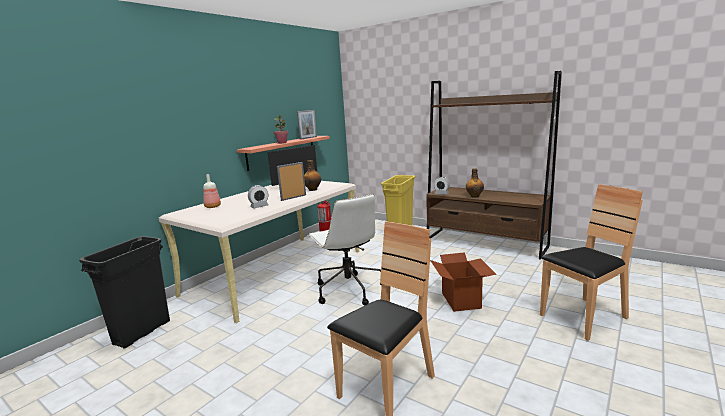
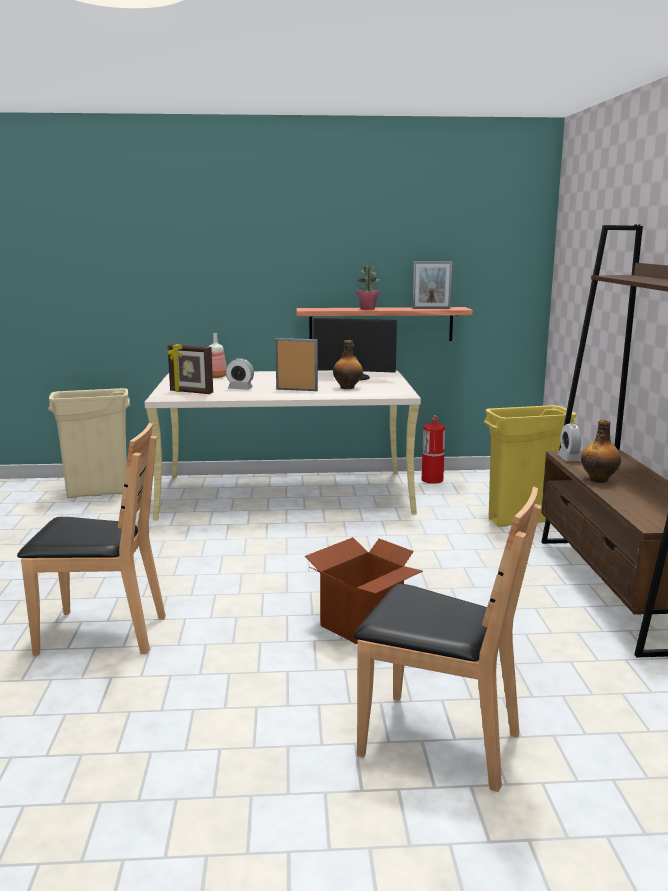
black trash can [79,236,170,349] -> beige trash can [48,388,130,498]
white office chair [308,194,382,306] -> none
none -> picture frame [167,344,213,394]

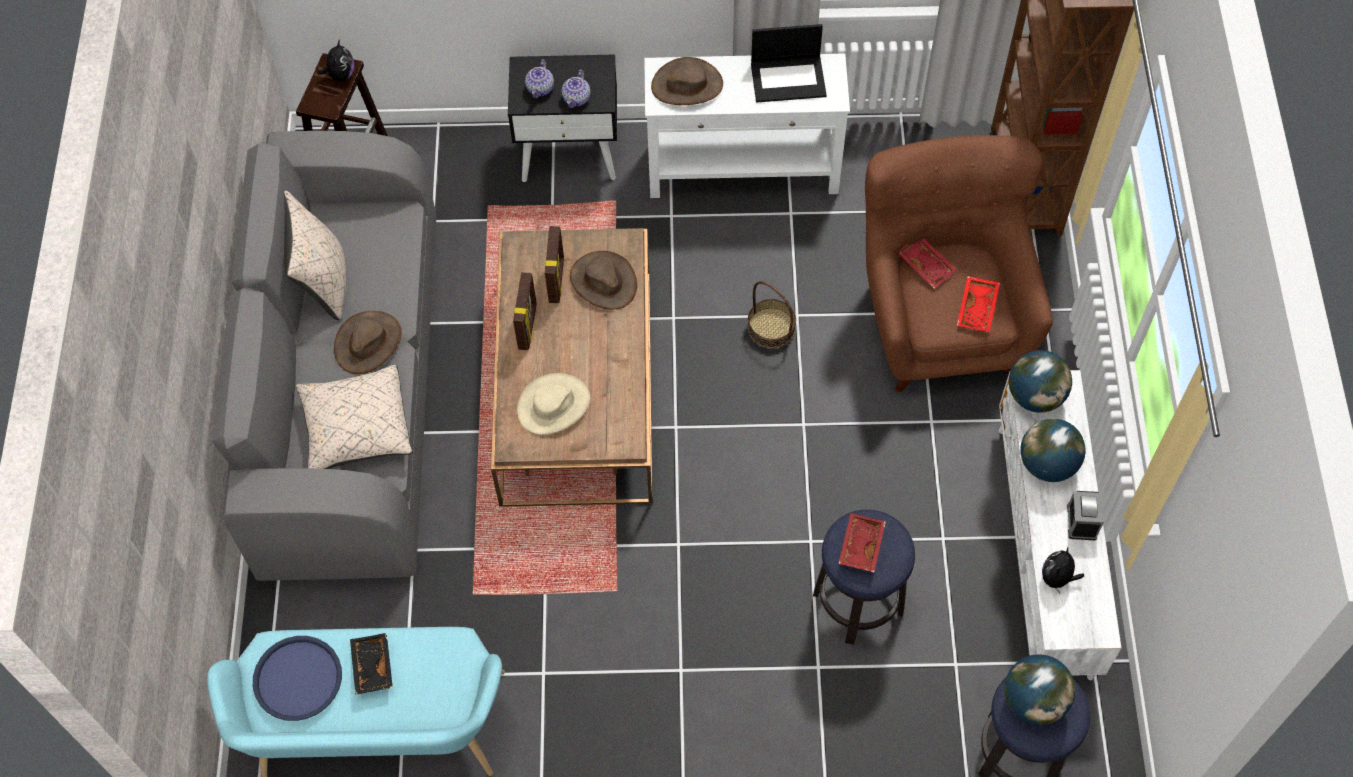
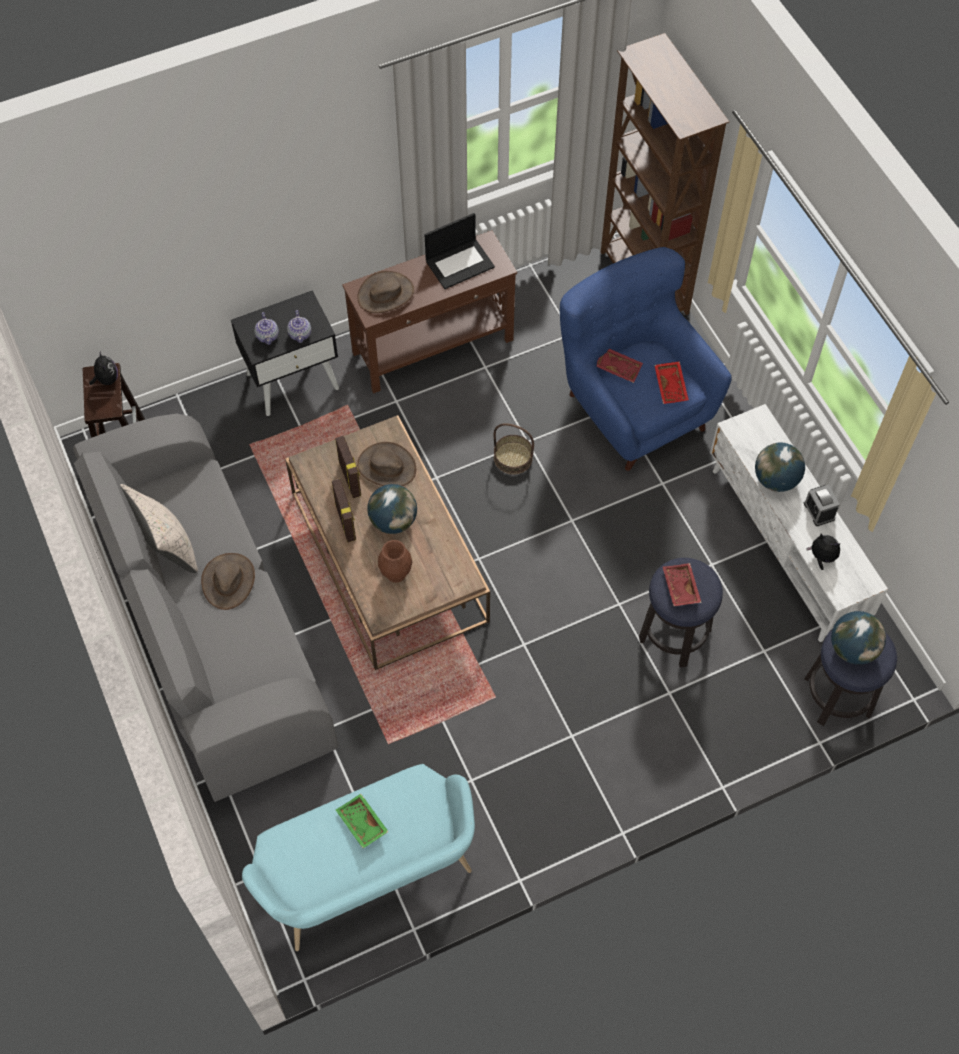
blue tray [253,636,342,721] -> none
beige pillow [296,365,412,469] -> none
black tray [350,633,393,695] -> green tray [336,794,389,848]
beige hat [517,373,591,435] -> brown vase [378,540,412,583]
white console table [644,53,850,198] -> brown console table [342,230,517,394]
brown armchair [865,135,1053,392] -> blue armchair [560,247,732,471]
globe [1009,350,1072,413] -> globe [367,484,417,534], relocated
plush toy [1042,547,1084,594] -> plush toy [806,533,840,570], 120 degrees clockwise

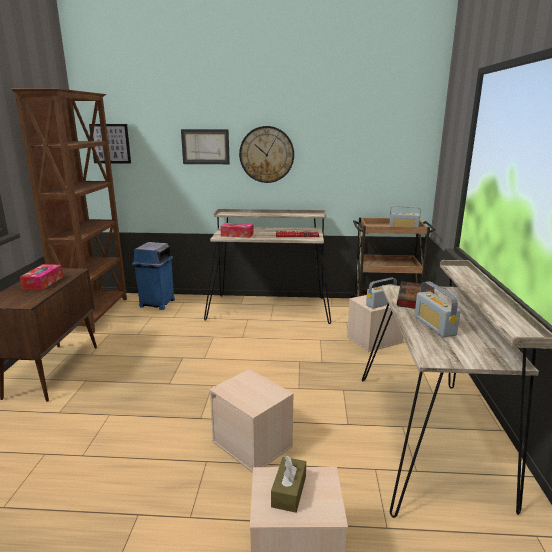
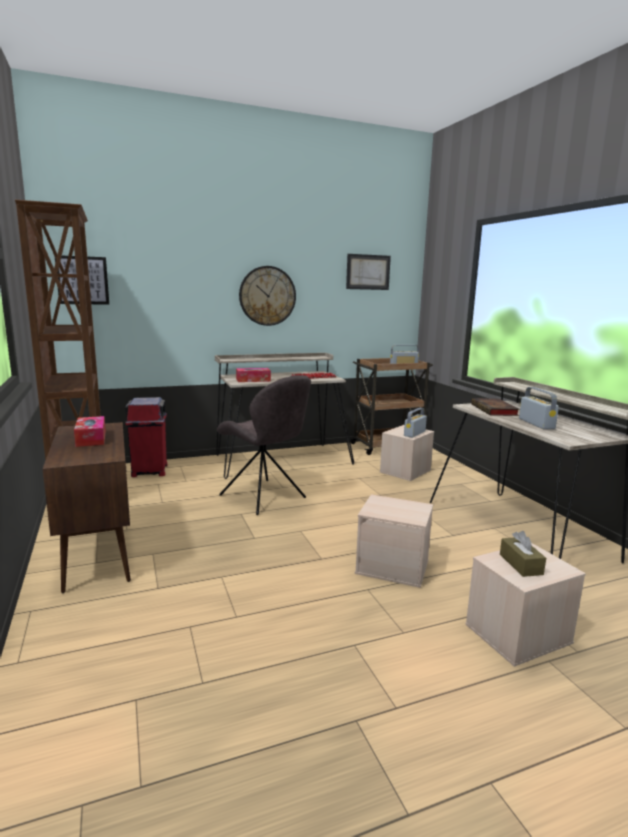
blue trash can [132,242,175,310] -> red trash can [125,397,168,477]
picture [181,129,230,164] -> picture [346,254,391,290], relocated
radio [415,281,461,337] -> radio [519,387,559,429], 150 degrees counterclockwise
none -> grey chair [217,375,311,515]

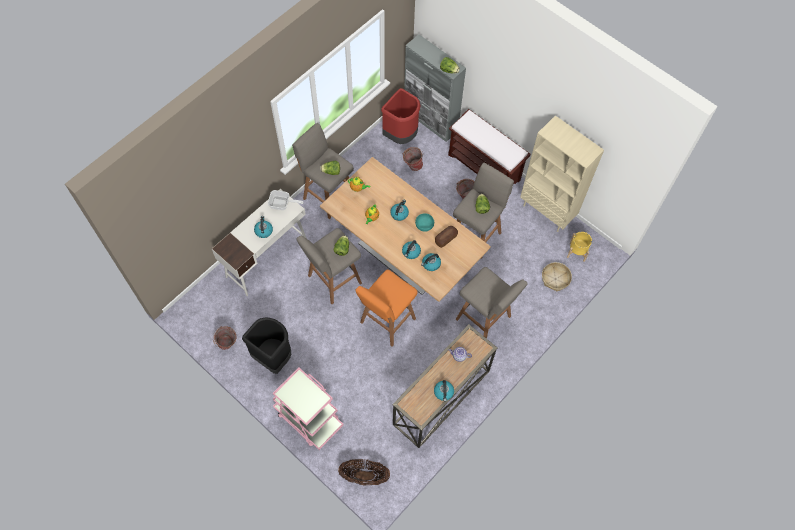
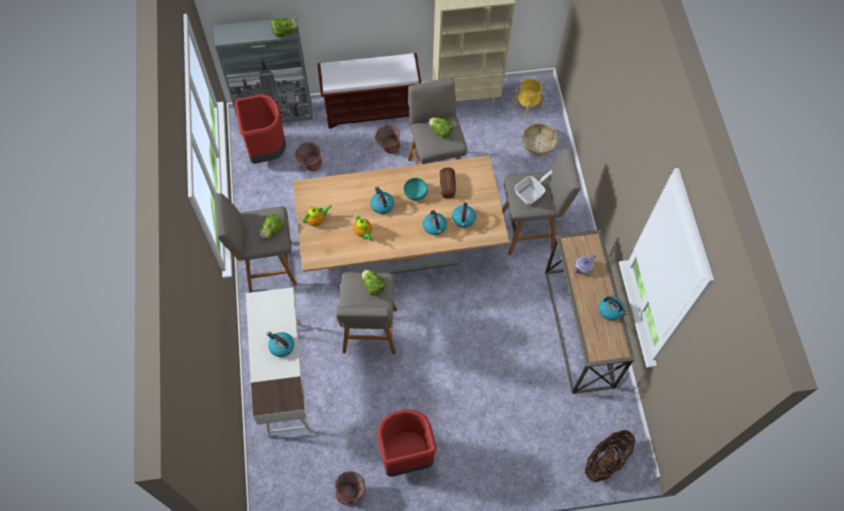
black trash can [242,317,291,374] -> red trash can [377,410,437,477]
frying pan [268,190,303,210] -> frying pan [515,170,552,205], relocated
pink cart [273,368,344,450] -> none
orange stool [356,270,418,347] -> none

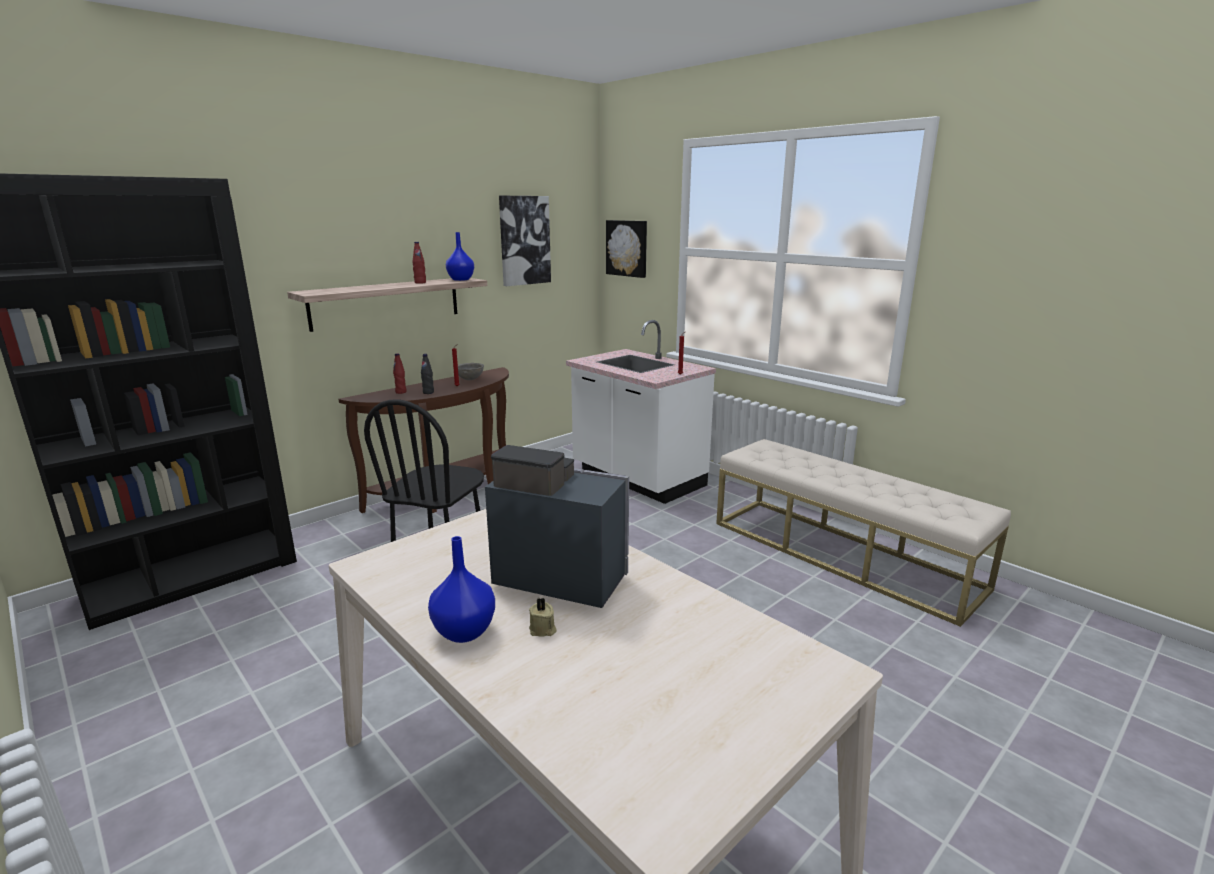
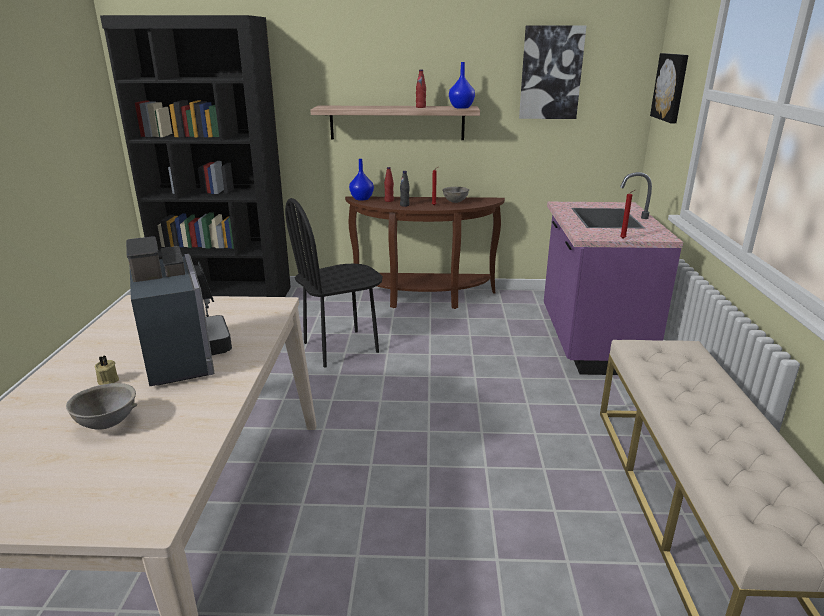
blue vase [428,536,495,643] -> blue vase [349,159,374,201], relocated
white counter [566,320,716,504] -> purple counter [544,172,683,375]
none -> grey bowl [66,383,137,430]

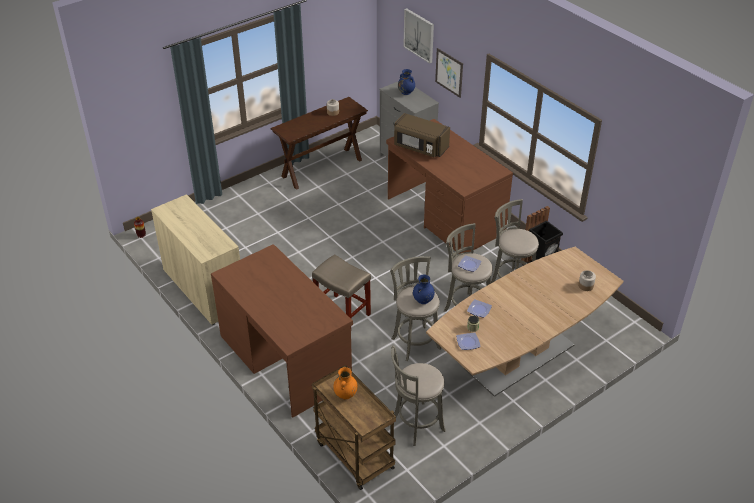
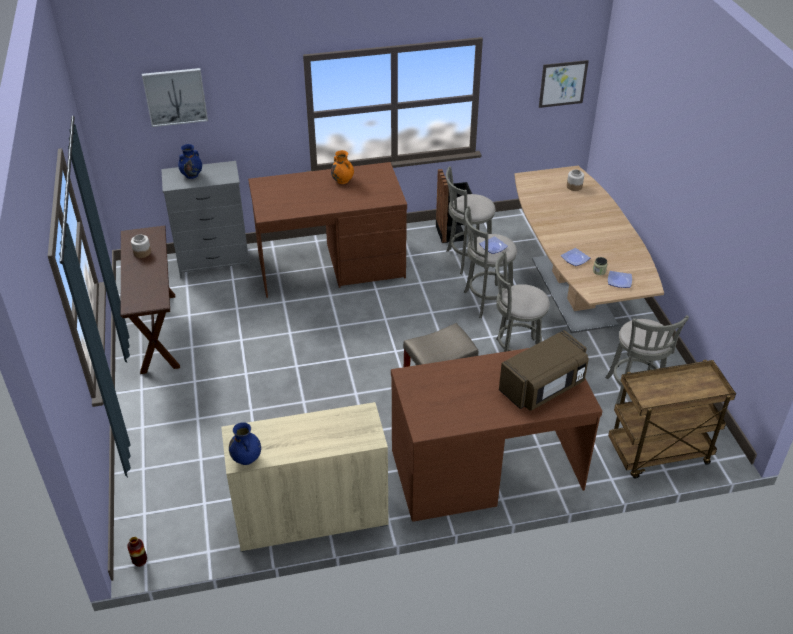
orange vase [333,367,358,399] -> orange vase [331,150,354,184], relocated
brown microwave [394,113,450,158] -> brown microwave [499,330,589,411], relocated
blue vase [413,274,435,304] -> blue vase [229,422,261,465], relocated
picture [435,48,463,98] -> picture [539,60,589,108], relocated

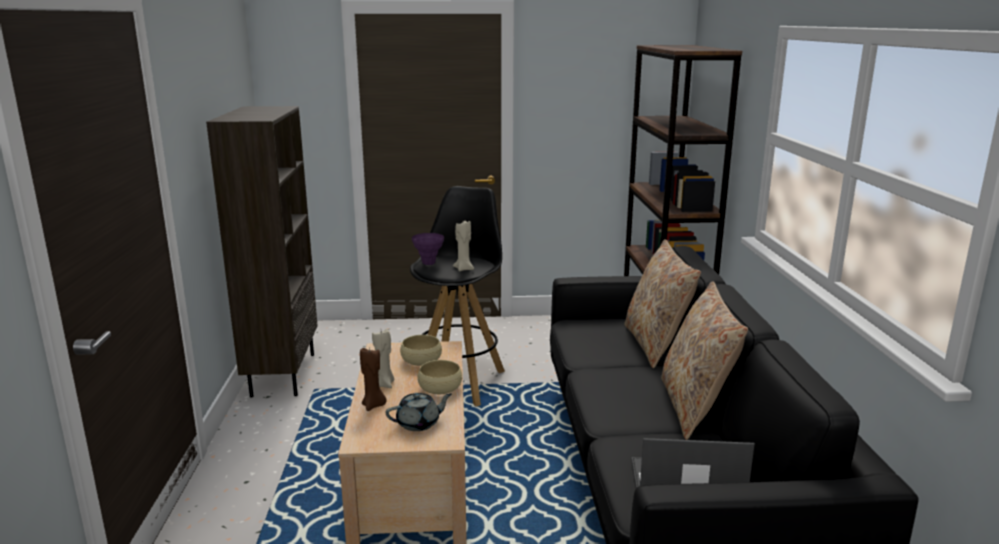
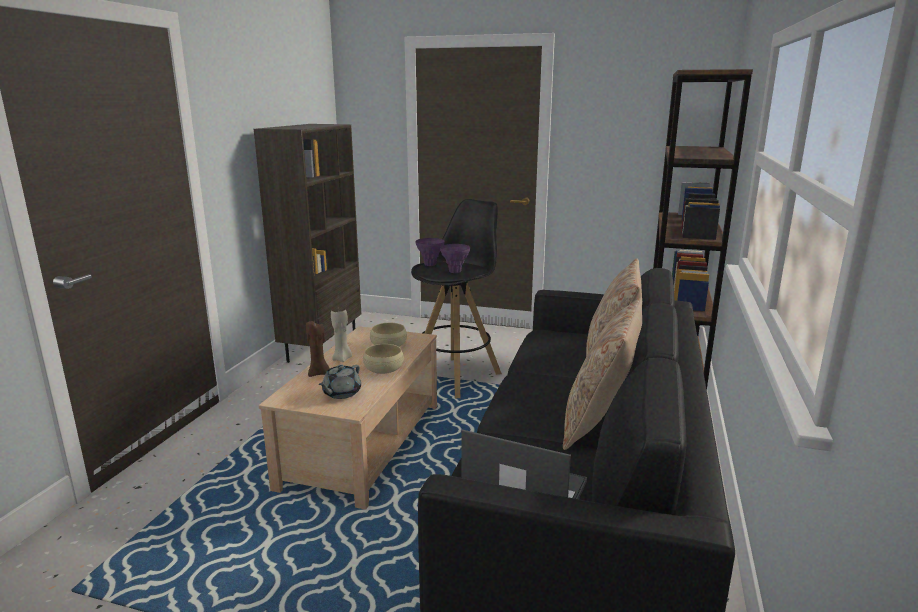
grey teapot [385,393,452,431] -> grey teapot [319,365,361,399], 120 degrees clockwise
beige candle [453,221,474,271] -> purple vase [440,244,470,273]

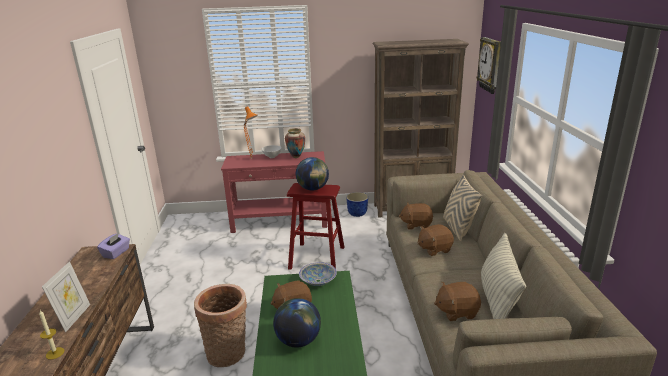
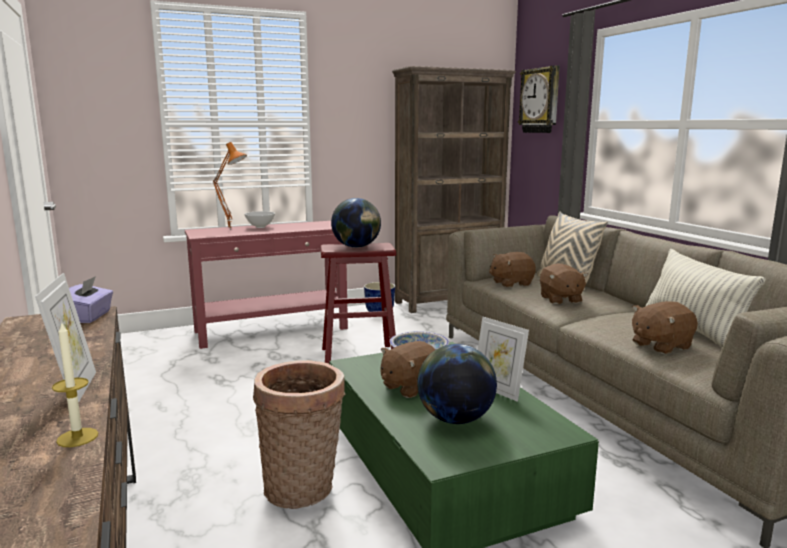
vase [285,128,305,158] -> none
brown plush toy [417,224,454,256] -> brown plush toy [540,263,588,304], 60 degrees counterclockwise
none -> picture frame [478,316,529,402]

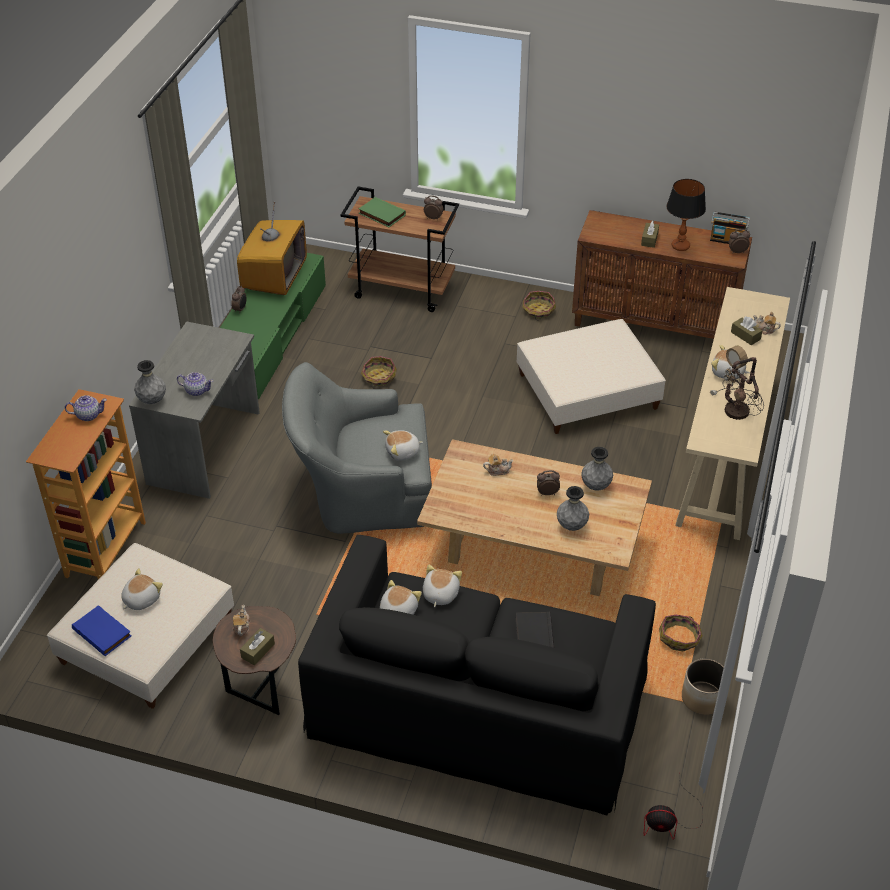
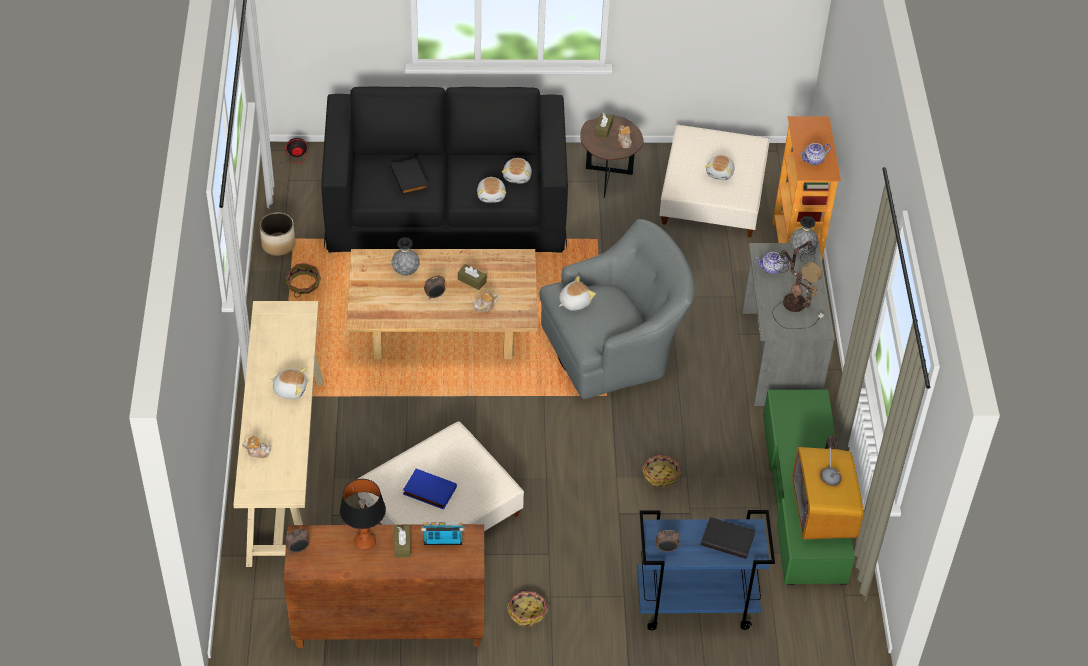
blue book [72,605,131,656] -> blue book [403,469,457,510], relocated
brown cart [340,186,459,312] -> blue cart [637,510,775,630]
green book [359,197,406,227] -> black book [701,517,756,559]
grey vase [581,447,613,491] -> none
radio [710,212,750,244] -> radio [421,522,465,545], relocated
table lamp [710,346,764,420] -> table lamp [772,241,824,329], relocated
brown tissue box [731,316,763,345] -> brown tissue box [458,264,487,290], relocated

